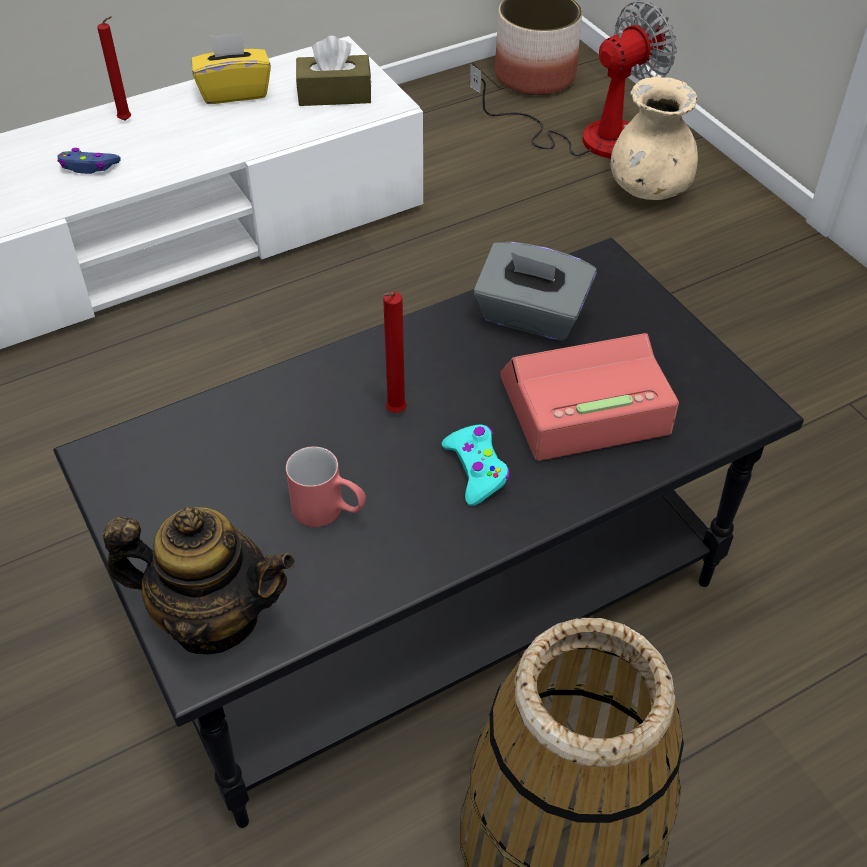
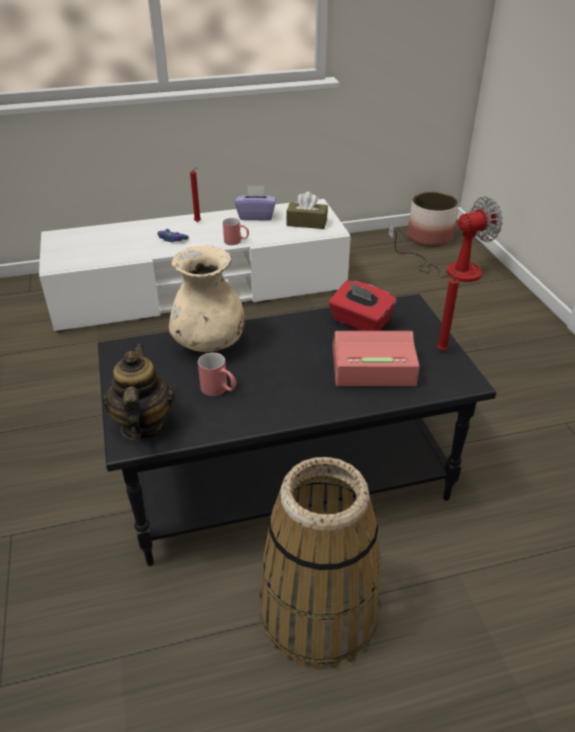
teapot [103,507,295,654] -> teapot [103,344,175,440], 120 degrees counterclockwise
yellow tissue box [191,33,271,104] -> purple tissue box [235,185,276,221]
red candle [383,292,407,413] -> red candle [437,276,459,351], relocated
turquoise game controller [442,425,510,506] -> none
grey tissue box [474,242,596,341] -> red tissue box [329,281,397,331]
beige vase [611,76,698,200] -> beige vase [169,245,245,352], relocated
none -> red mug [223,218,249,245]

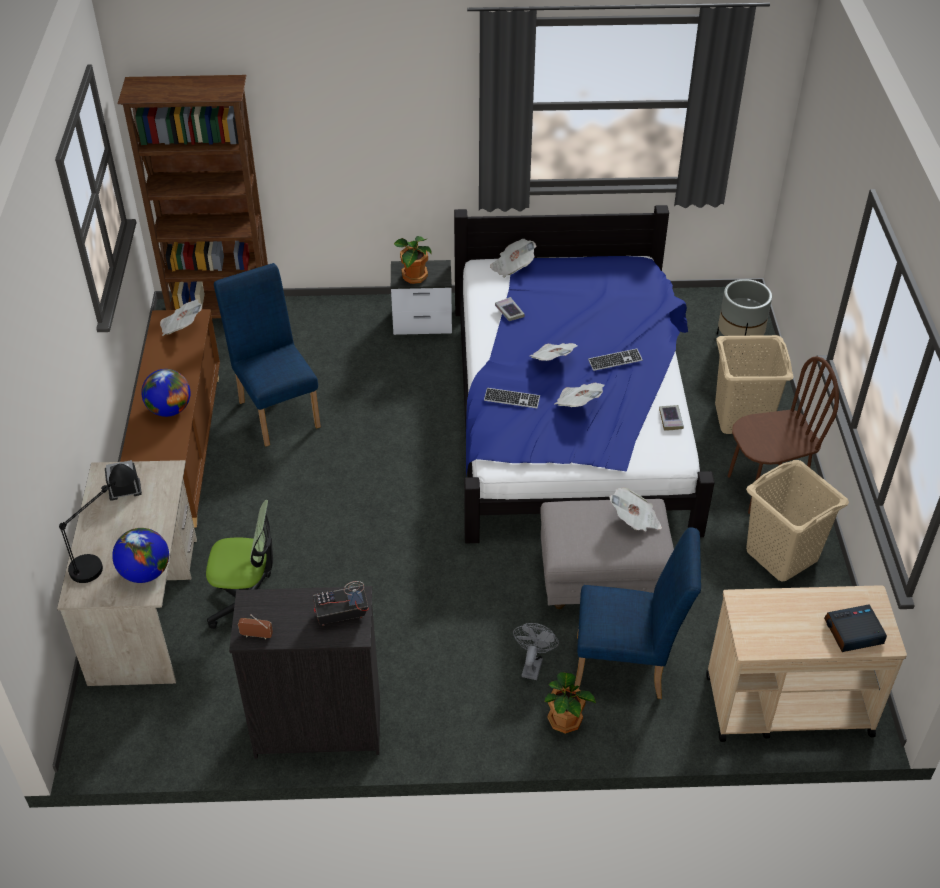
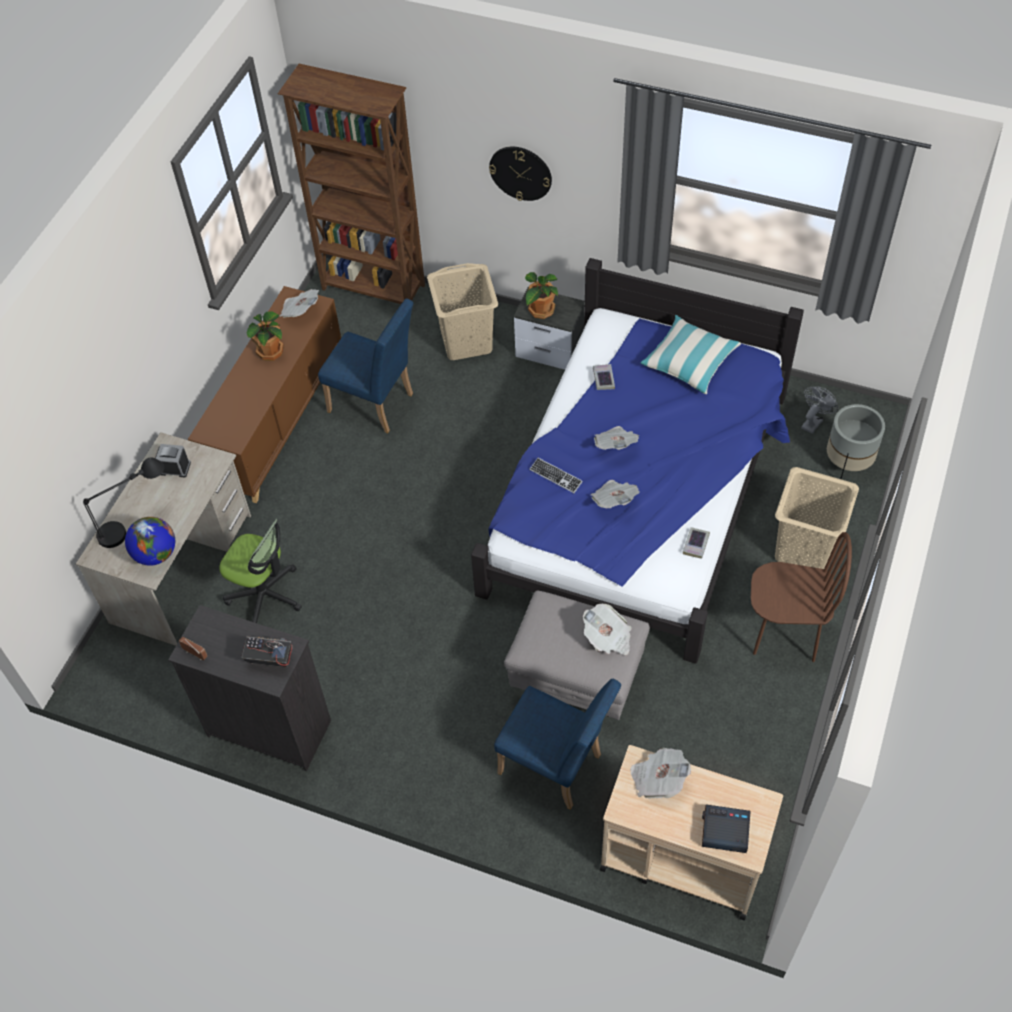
globe [141,369,190,417] -> none
blue chair [214,263,321,447] -> blue chair [318,298,414,433], 120 degrees clockwise
newspaper [490,239,536,278] -> newspaper [630,748,691,799], relocated
grey fan [513,623,559,680] -> grey fan [801,387,838,434], relocated
potted plant [545,672,596,734] -> potted plant [247,311,284,361], relocated
keyboard [588,349,643,371] -> none
beige laundry basket [746,460,849,581] -> beige laundry basket [427,263,498,360], relocated
none -> wall clock [489,147,552,201]
none -> pillow [640,315,741,394]

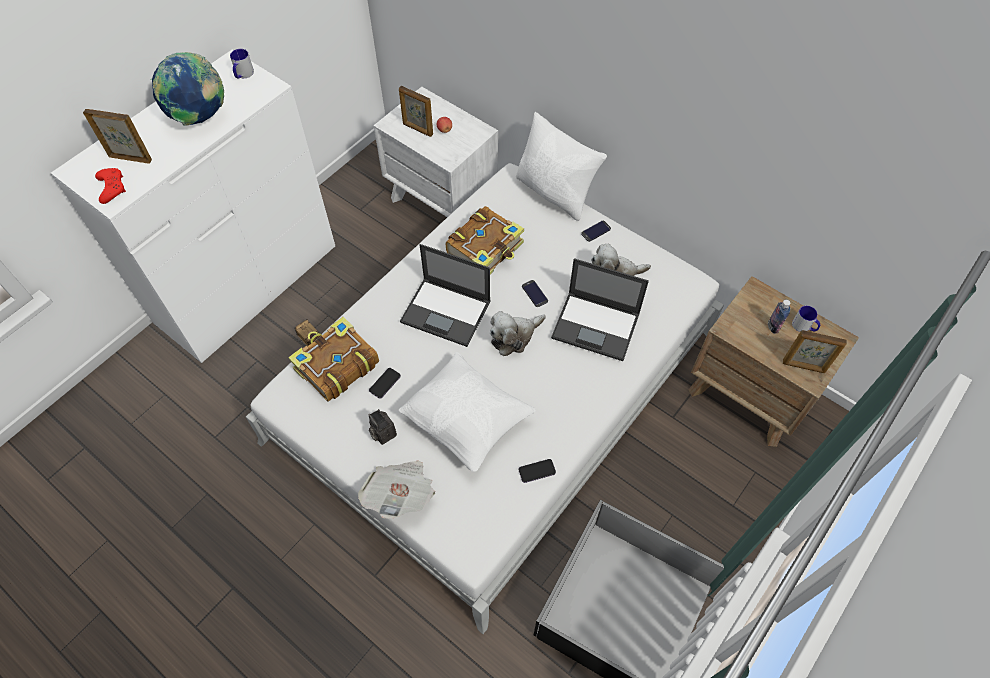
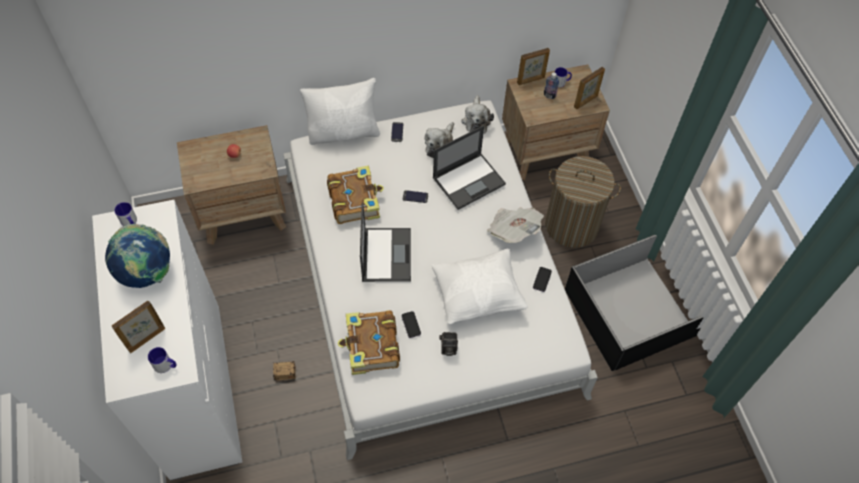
red game controller [95,168,126,204] -> mug [148,347,177,373]
newspaper [358,461,435,519] -> newspaper [487,207,544,243], relocated
white nightstand [373,87,498,217] -> brown nightstand [177,125,286,245]
picture frame [399,86,433,137] -> picture frame [517,48,550,85], relocated
laptop [400,244,490,347] -> laptop [360,203,411,282], 60 degrees counterclockwise
plush toy [490,311,546,356] -> plush toy [461,95,494,134], relocated
none -> laundry basket [545,156,621,248]

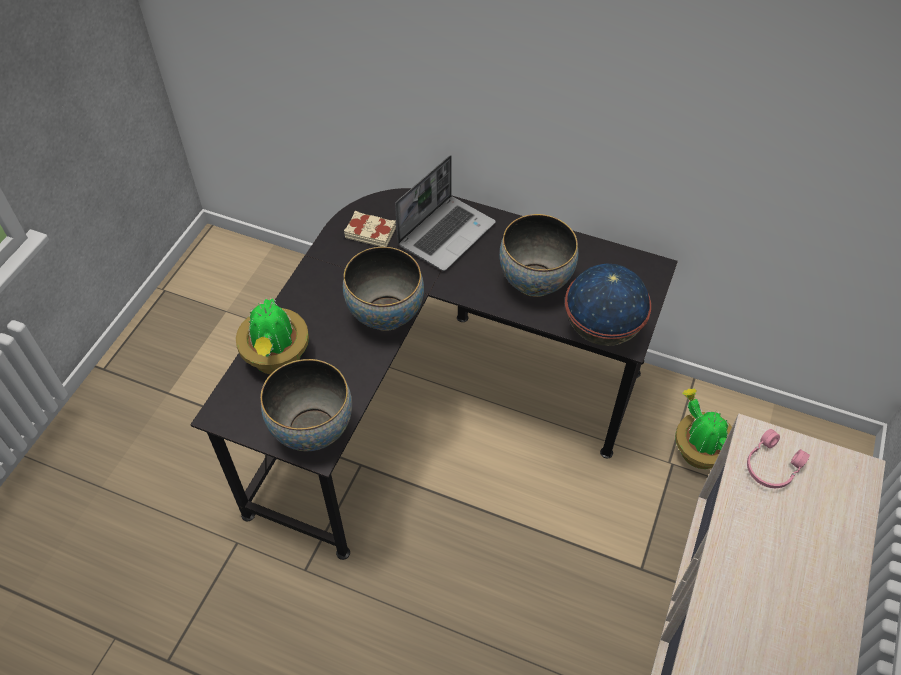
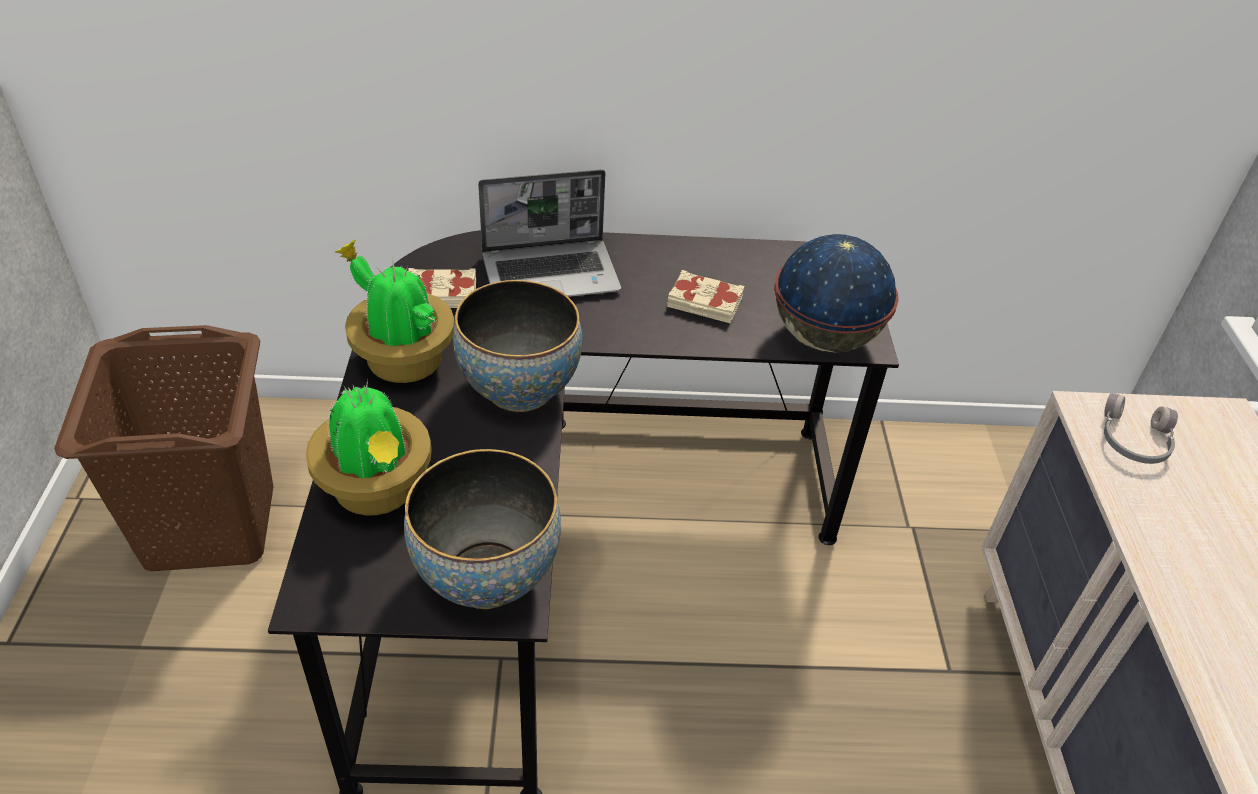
laptop [395,155,496,271] -> laptop [478,170,621,297], 60 degrees clockwise
bowl [499,214,578,297] -> beige book [667,270,745,323]
potted plant [675,388,732,469] -> potted plant [334,239,455,383], relocated
pink headphones [747,429,810,488] -> grey headphones [1104,393,1178,464]
none -> brown laundry basket [54,325,273,571]

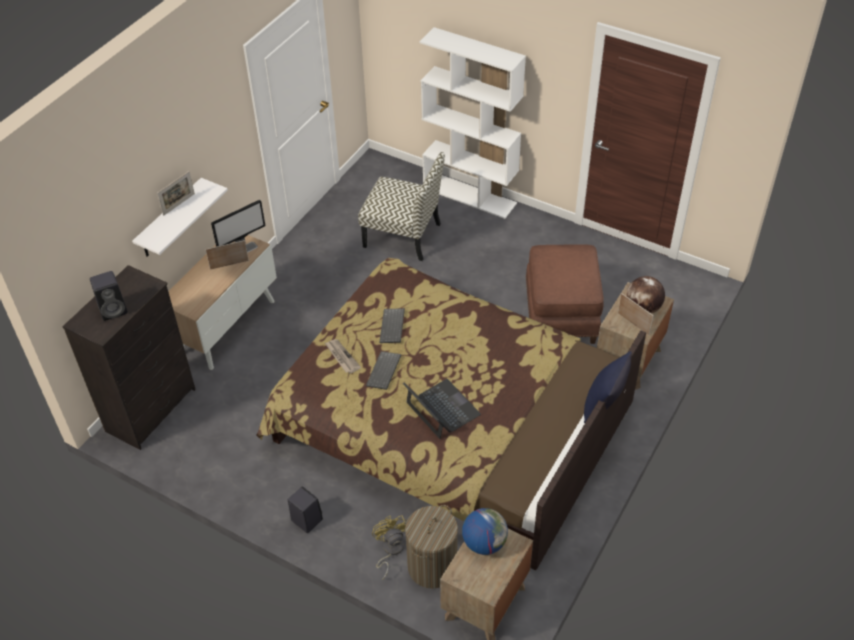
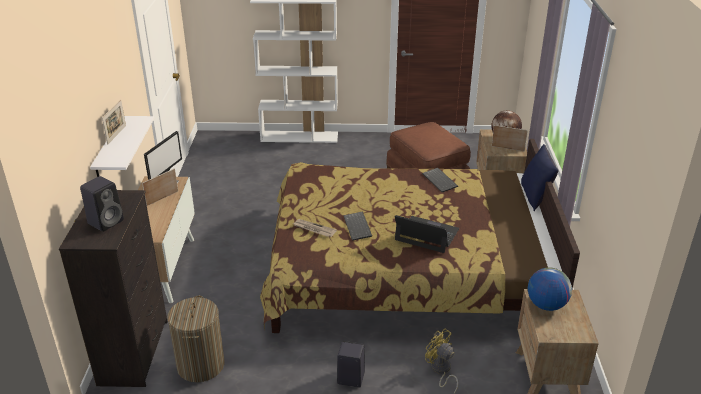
chair [358,152,445,261] -> none
keyboard [380,308,405,343] -> keyboard [422,168,458,192], relocated
laundry basket [405,505,458,589] -> laundry basket [167,296,224,382], relocated

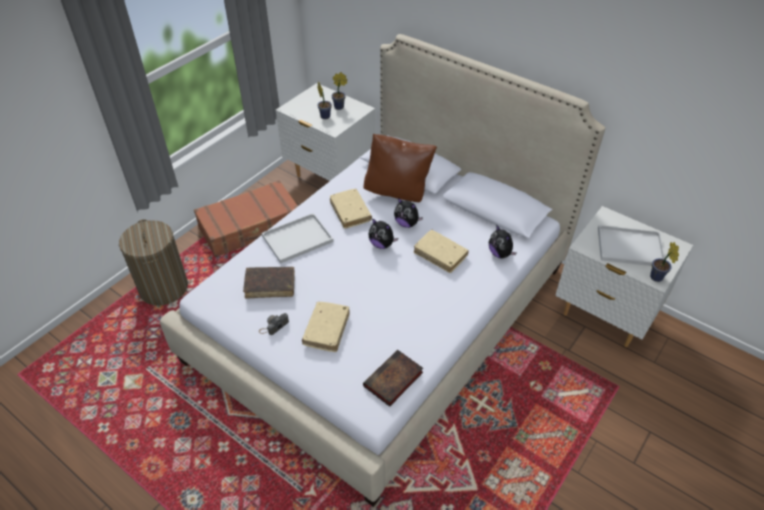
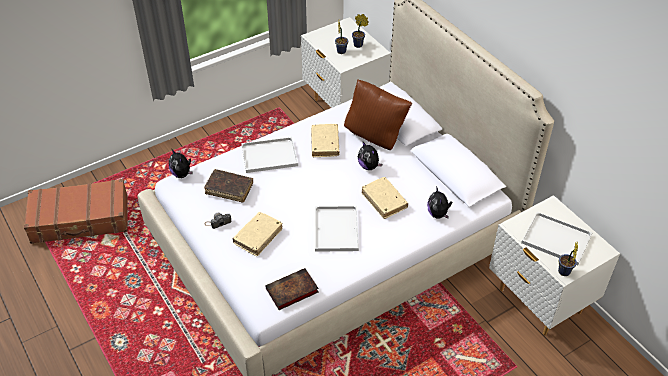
laundry basket [119,220,188,306] -> none
brown suitcase [194,180,298,257] -> brown suitcase [24,179,128,244], relocated
plush toy [368,218,398,249] -> plush toy [169,149,193,178], relocated
none -> white tray [315,206,359,252]

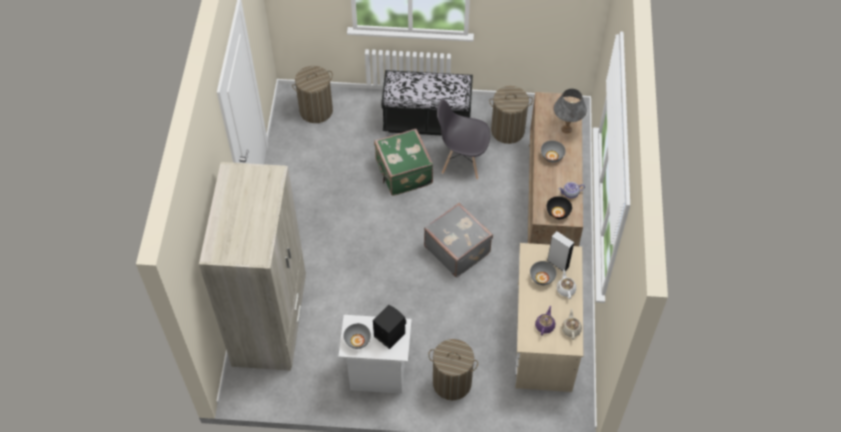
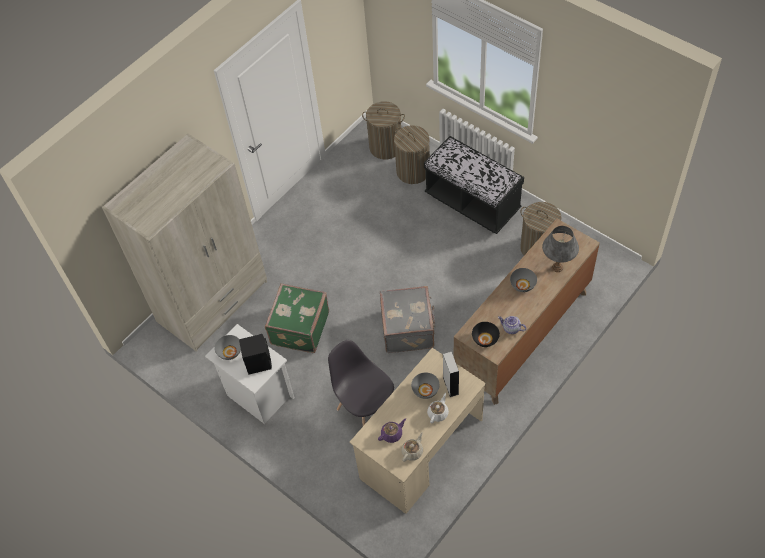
green suitcase [374,129,433,196] -> green suitcase [265,283,329,353], relocated
laundry basket [428,339,478,400] -> laundry basket [394,125,430,184], relocated
grey chair [437,99,490,180] -> grey chair [328,340,394,426], relocated

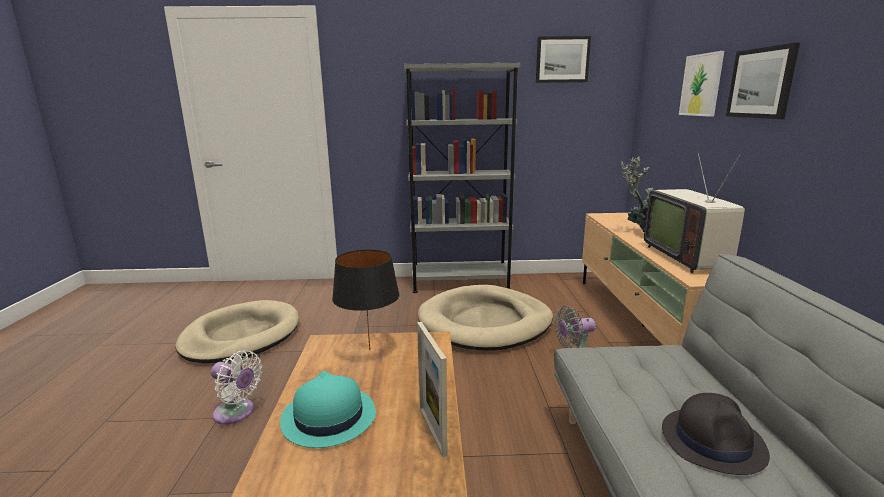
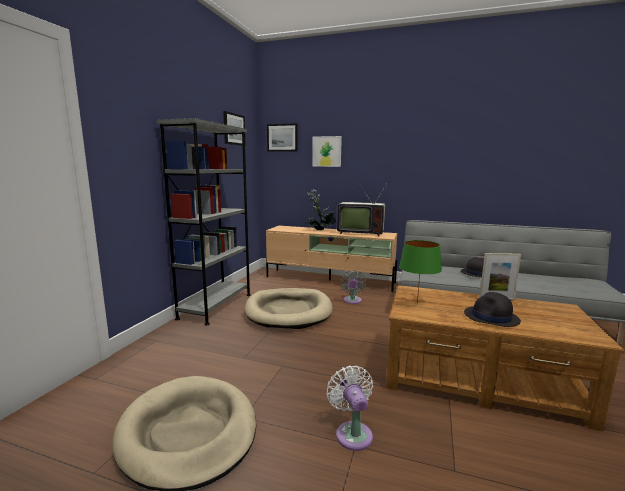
white fan [211,350,263,425] -> white fan [327,365,373,451], 60 degrees counterclockwise
turquoise hat [280,371,376,448] -> black hat [464,292,521,327]
black table lamp [332,249,400,350] -> green table lamp [399,240,442,304]
picture [726,43,800,119] -> picture [267,123,298,152], relocated

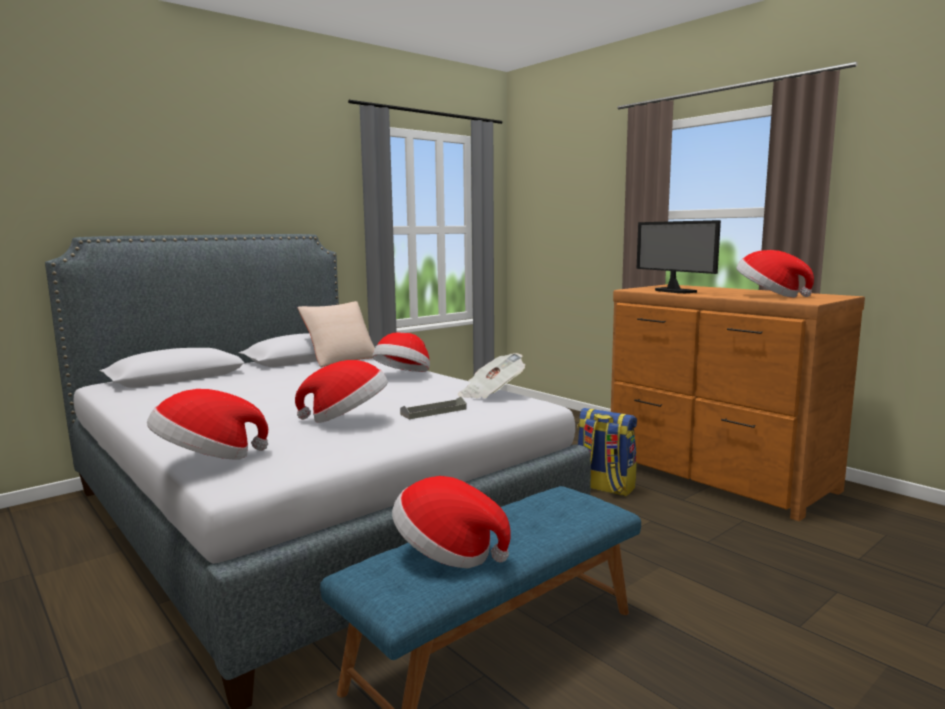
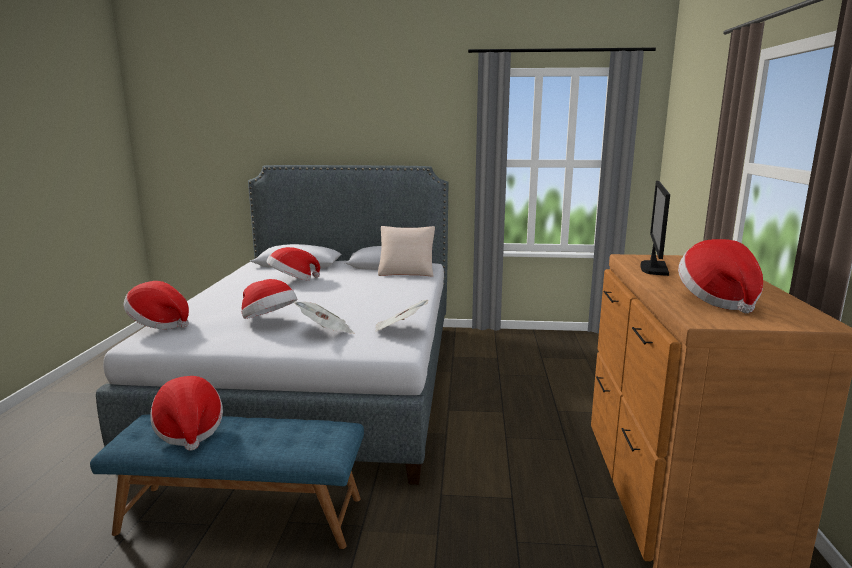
hat [372,332,430,372] -> hat [267,247,320,281], relocated
grey tray [400,397,466,419] -> newspaper [294,301,355,334]
backpack [578,408,637,496] -> none

